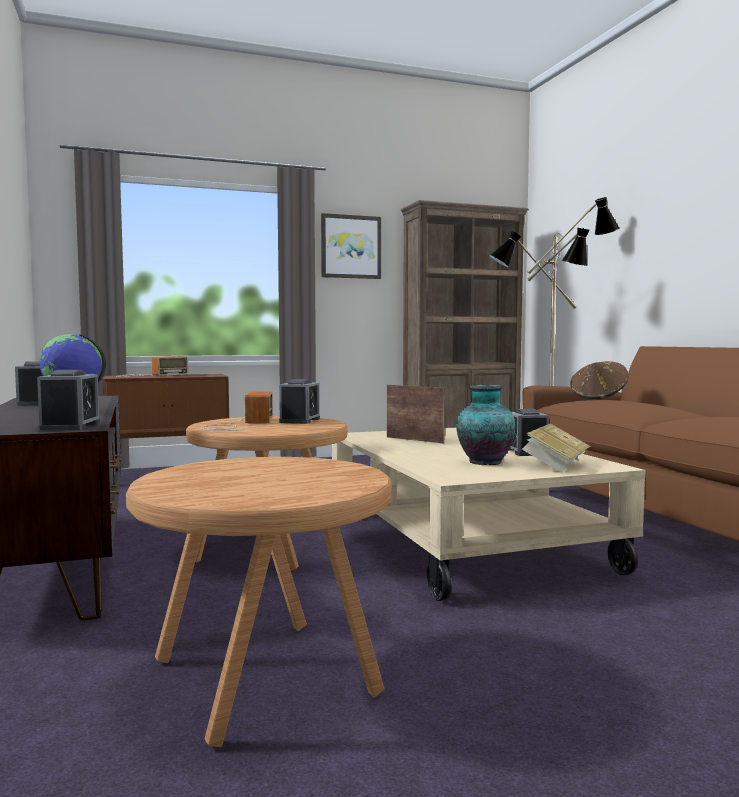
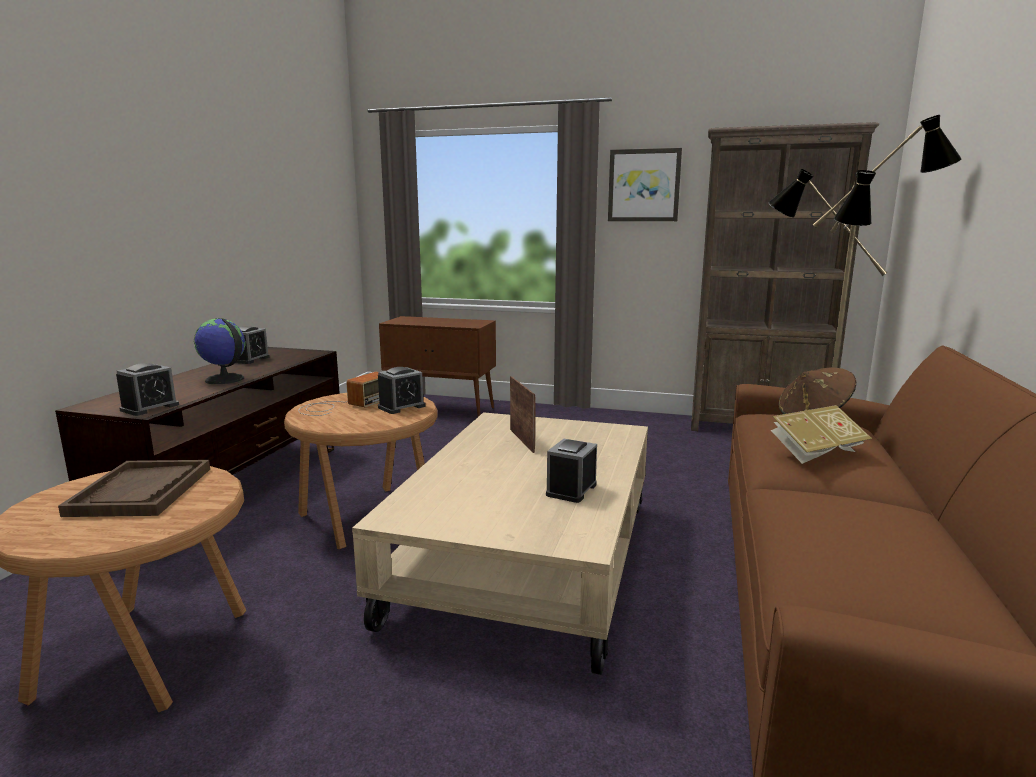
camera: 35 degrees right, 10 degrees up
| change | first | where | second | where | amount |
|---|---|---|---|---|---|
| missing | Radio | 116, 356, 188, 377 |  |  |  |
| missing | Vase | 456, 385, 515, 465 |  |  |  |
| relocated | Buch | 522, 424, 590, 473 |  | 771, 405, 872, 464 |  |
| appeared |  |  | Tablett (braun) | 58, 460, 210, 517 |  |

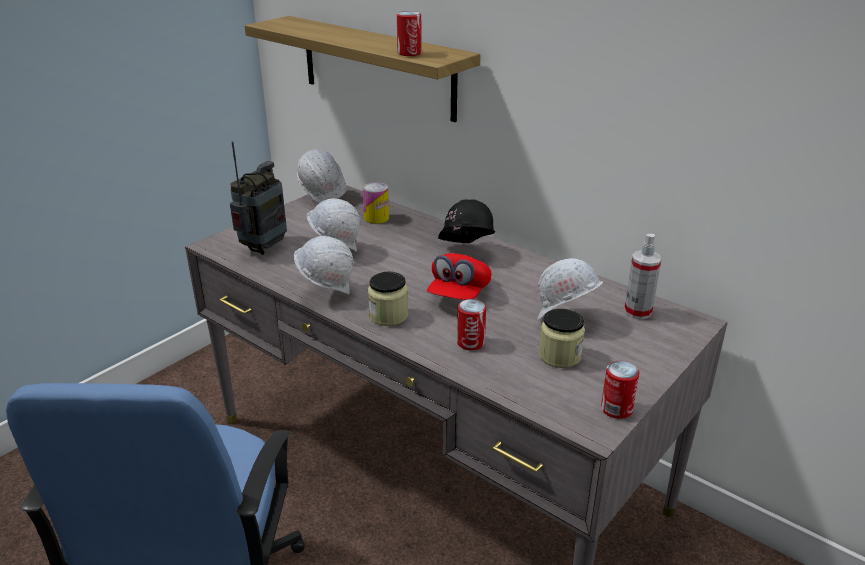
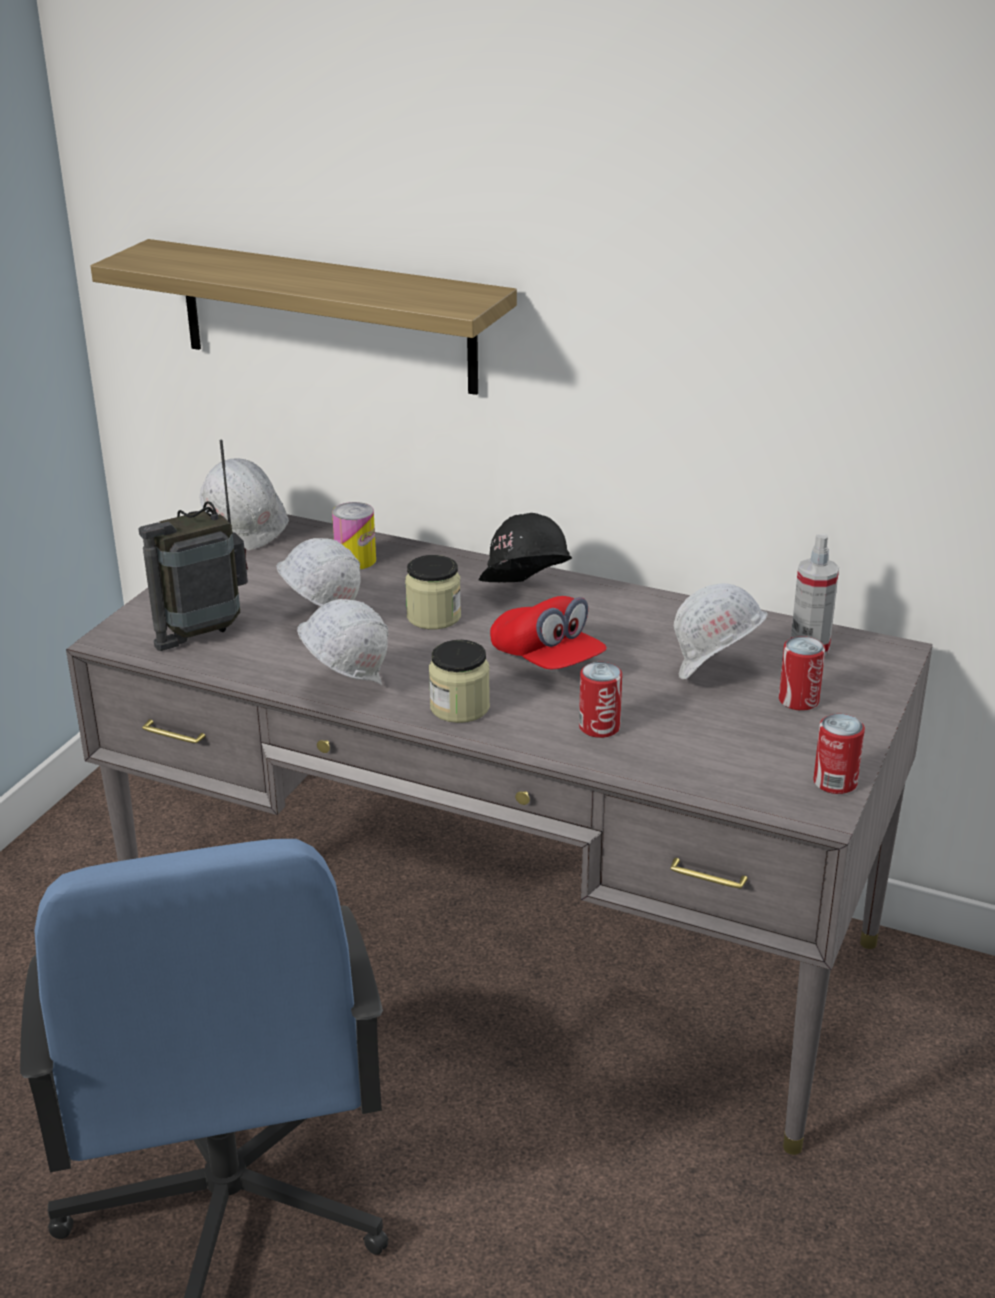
camera: 15 degrees left, 0 degrees up
| change | first | where | second | where | amount |
|---|---|---|---|---|---|
| relocated | Dose | 397, 11, 422, 56 |  | 779, 636, 825, 711 |  |
| spun | Radio | 230, 141, 287, 255 |  | 138, 439, 248, 651 | 135 degrees counterclockwise |
| spun | Kappe (rot) | 427, 253, 491, 300 |  | 490, 596, 607, 669 | 45 degrees counterclockwise |
| relocated | Vorratsglas | 539, 309, 585, 368 |  | 405, 555, 461, 629 |  |

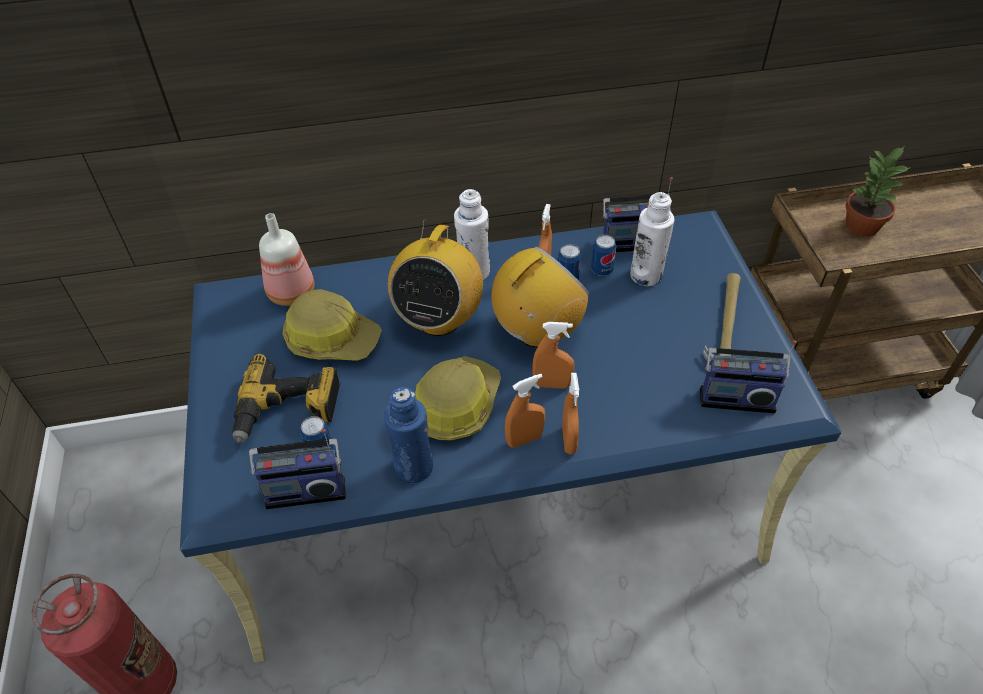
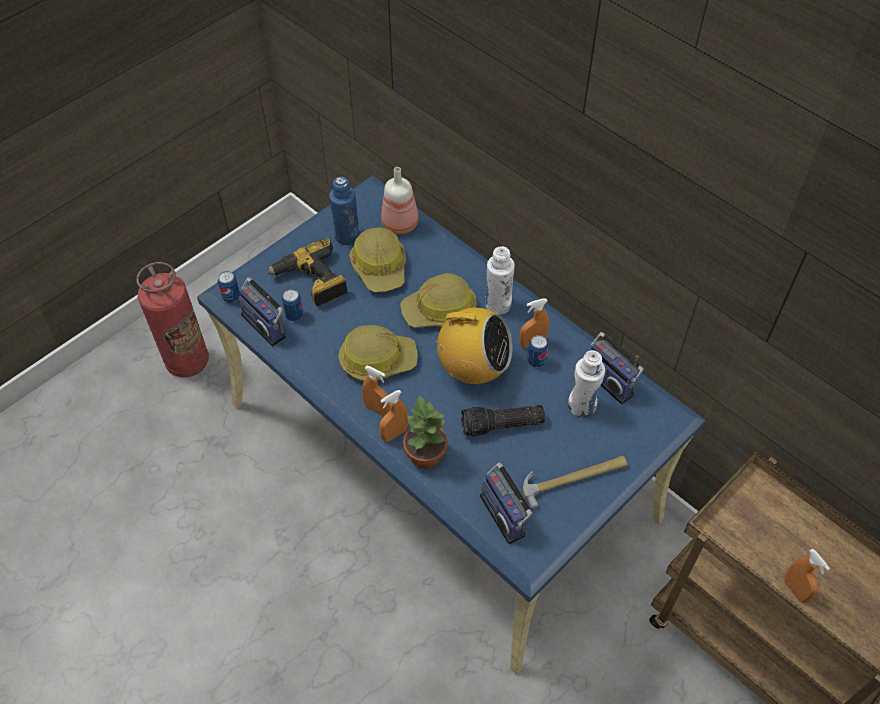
camera: 55 degrees right, 5 degrees up
| change | first | where | second | where | amount |
|---|---|---|---|---|---|
| relocated | Topfpflanze | 845, 147, 911, 237 |  | 403, 395, 448, 469 |  |
| exchanged | Radio | 388, 219, 483, 336 | Schutzhelm | 400, 273, 477, 328 |  |
| relocated | Dose | 591, 235, 617, 276 |  | 218, 271, 240, 303 |  |
| relocated | Sprühflasche (orange) | 533, 322, 575, 389 |  | 784, 549, 830, 603 |  |
| relocated | Flasche (blau) | 384, 387, 433, 483 |  | 329, 177, 360, 245 |  |
| appeared |  |  | Taschenlampe | 461, 405, 545, 436 |  |

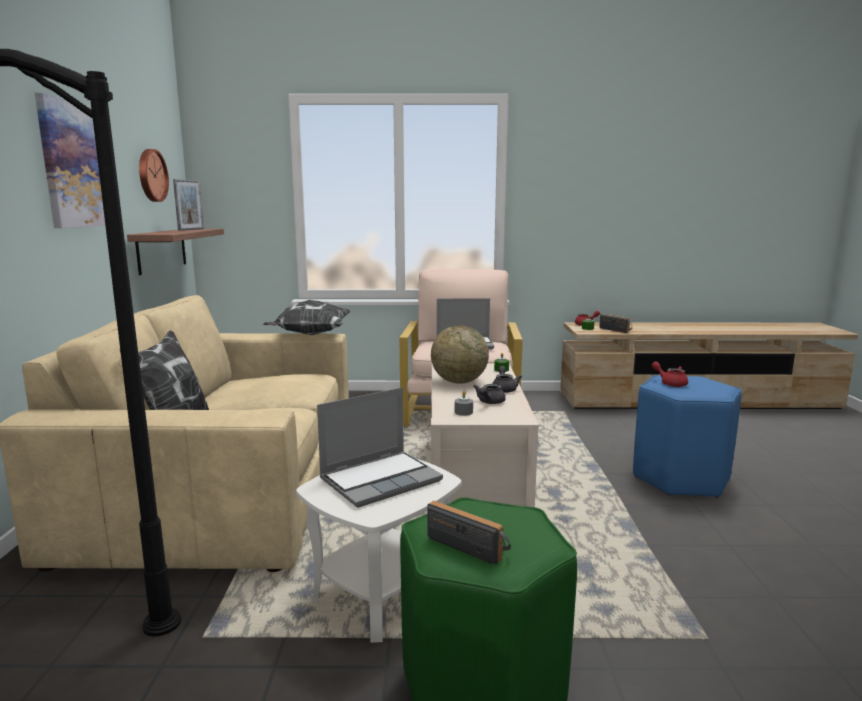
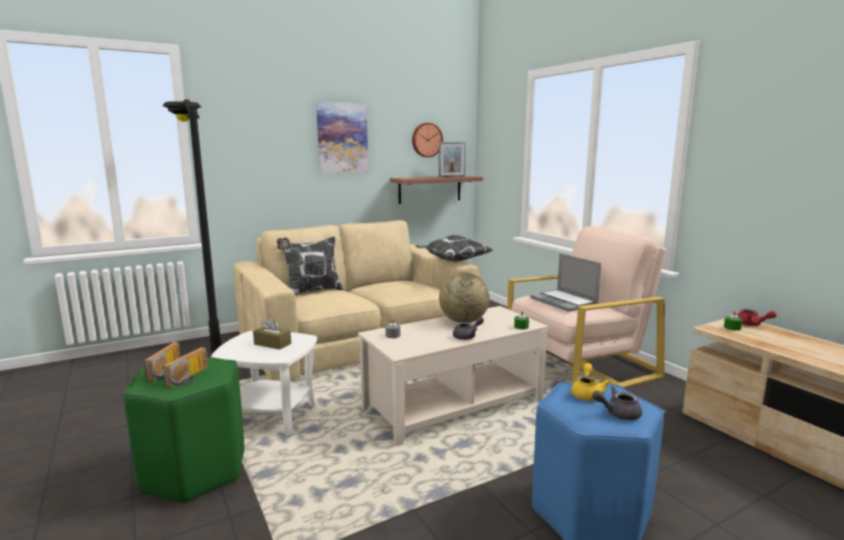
camera: 60 degrees right, 0 degrees up
| change | first | where | second | where | amount |
|---|---|---|---|---|---|
| relocated | Radio | 599, 314, 632, 333 |  | 163, 347, 208, 387 |  |
| colour | Teekanne (rot) | 652, 361, 688, 387 | Teekanne (gelb) | 571, 363, 611, 401 |  |
| relocated | Teekanne (grau) | 473, 384, 505, 404 |  | 592, 386, 642, 420 |  |
| exchanged | Laptop | 317, 387, 443, 508 | Taschentuchbox (braun) | 253, 318, 291, 350 |  |

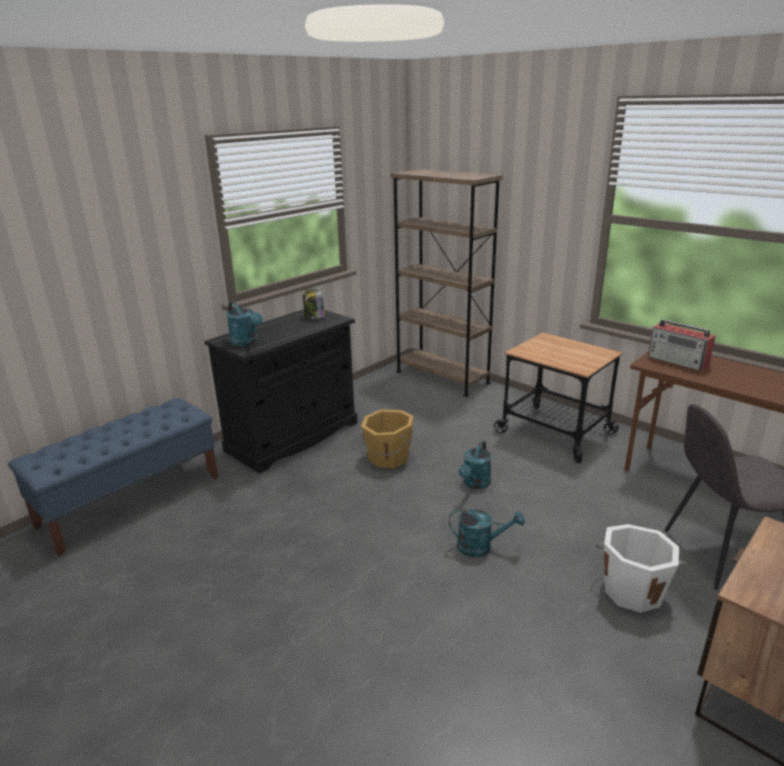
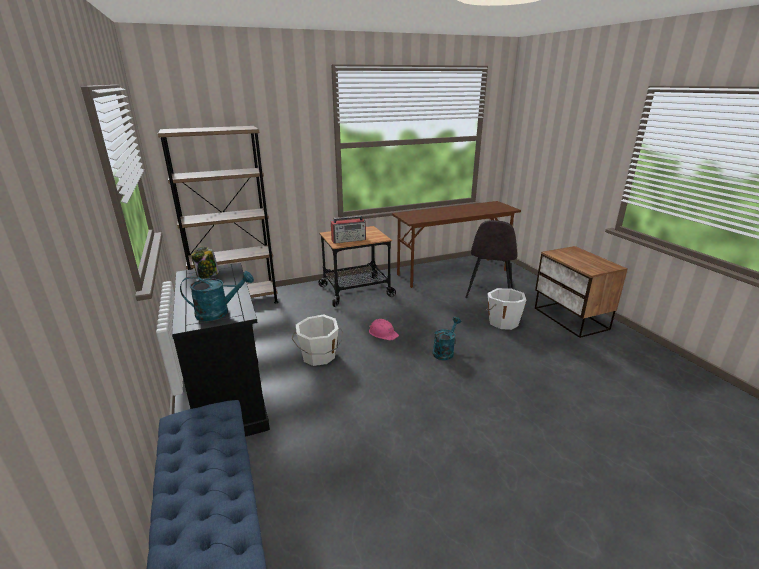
camera: 65 degrees left, 0 degrees up
| change | first | where | second | where | amount |
|---|---|---|---|---|---|
| relocated | Radio | 648, 319, 716, 371 |  | 331, 216, 366, 244 |  |
| colour | Eimer (orange) | 361, 409, 414, 468 | Eimer (weiß) | 292, 315, 343, 366 |  |
| exchanged | Gießkanne (türkis) | 458, 441, 491, 489 | Schutzhelm (rosa) | 369, 319, 399, 340 |  |

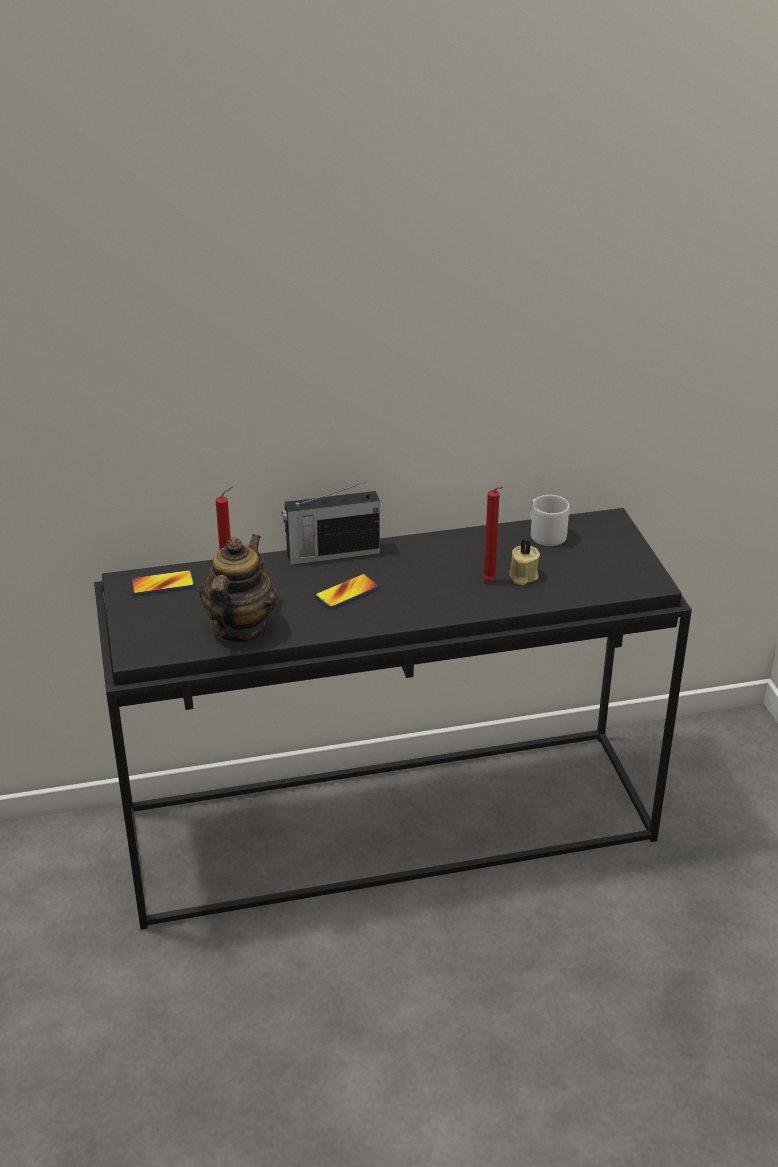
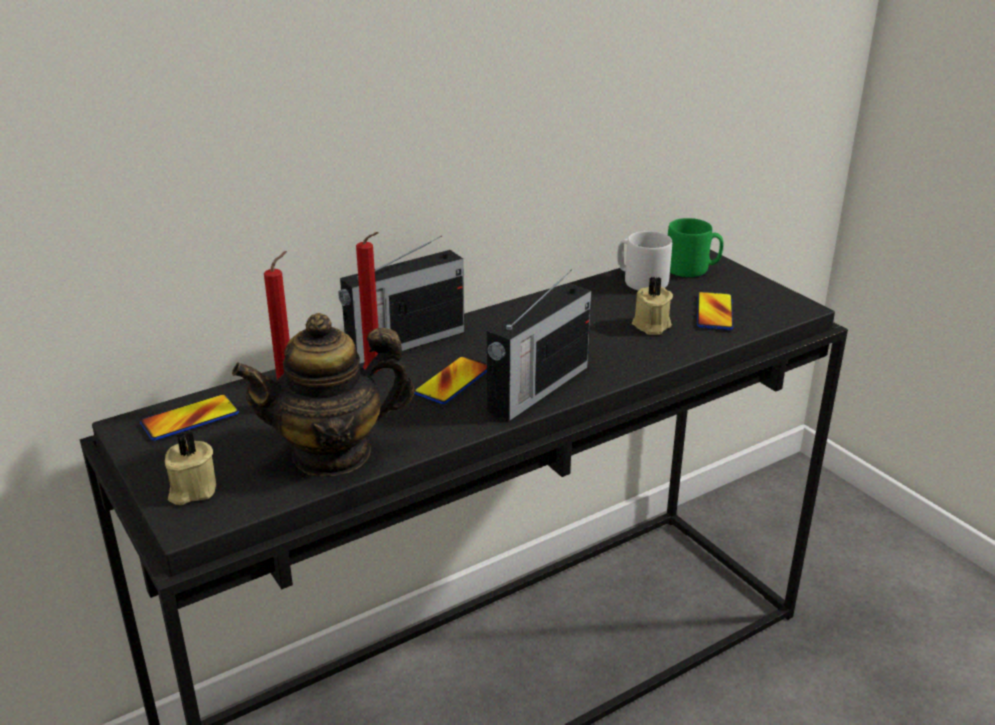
camera: 20 degrees left, 5 degrees down
| change | first | where | second | where | amount |
|---|---|---|---|---|---|
| relocated | Kerze (rot) | 483, 487, 504, 581 |  | 356, 232, 382, 374 |  |
| spun | Teekanne | 199, 534, 278, 643 |  | 232, 313, 414, 476 | 105 degrees counterclockwise |
| appeared |  |  | Henkelbecher (grün) | 668, 218, 723, 277 |  |
| appeared |  |  | Radio | 487, 270, 591, 421 |  |
| appeared |  |  | Handy | 697, 292, 733, 330 |  |
| appeared |  |  | Kerze (beige) | 165, 431, 216, 505 |  |

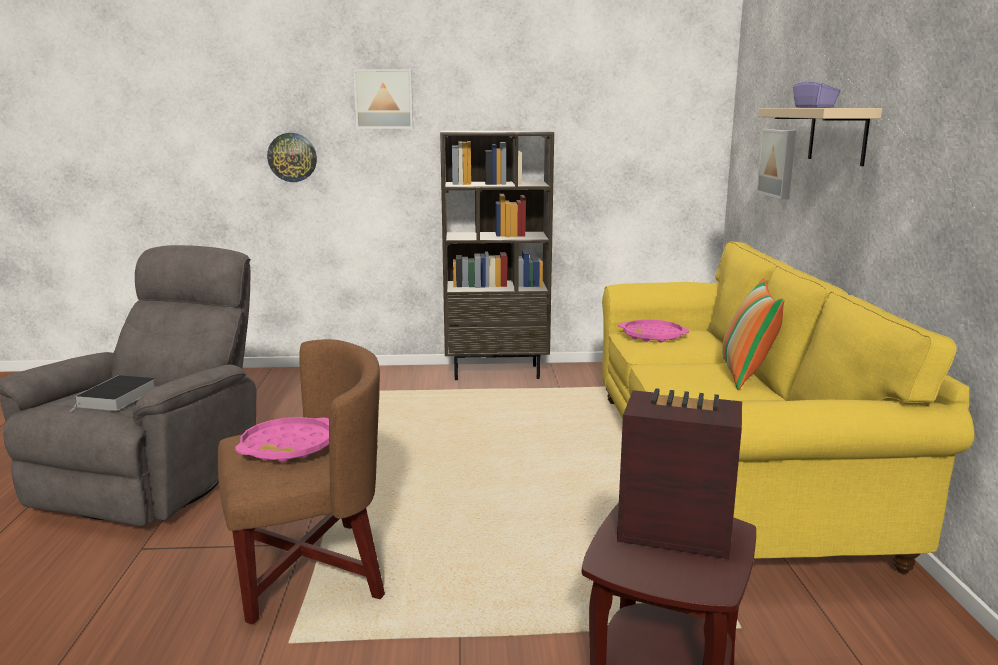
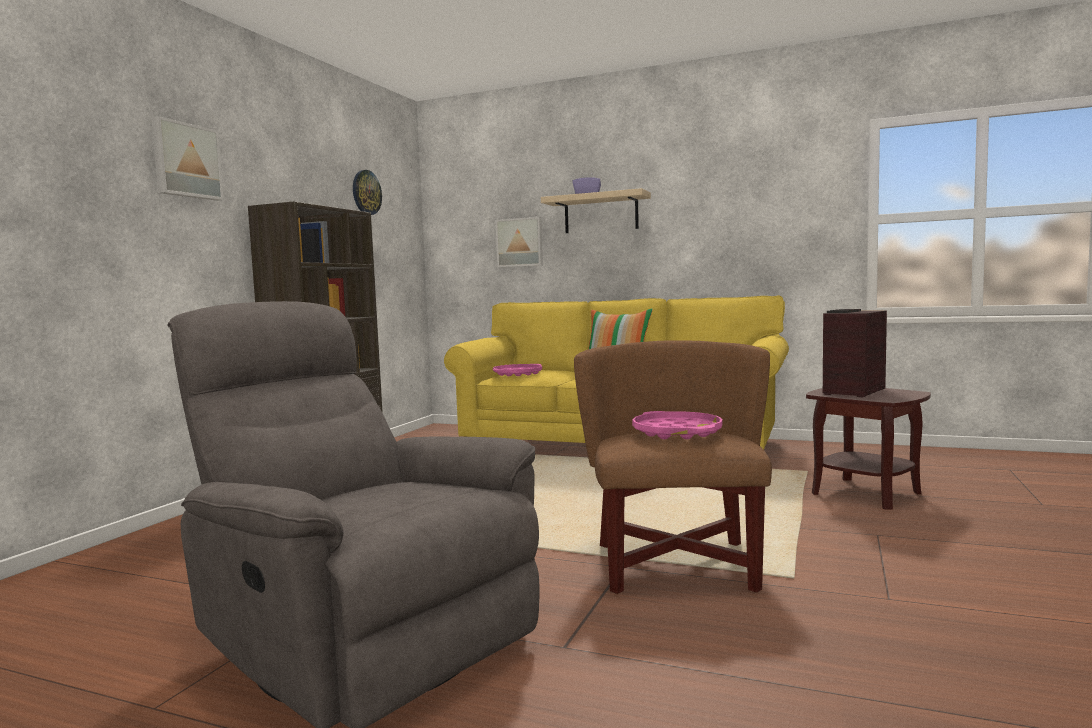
camera: 65 degrees left, 10 degrees down
| change | first | where | second | where | amount |
|---|---|---|---|---|---|
| relocated | Wanduhr | 267, 133, 317, 182 |  | 353, 170, 382, 215 |  |
| missing | Buch | 71, 375, 155, 412 |  |  |  |

